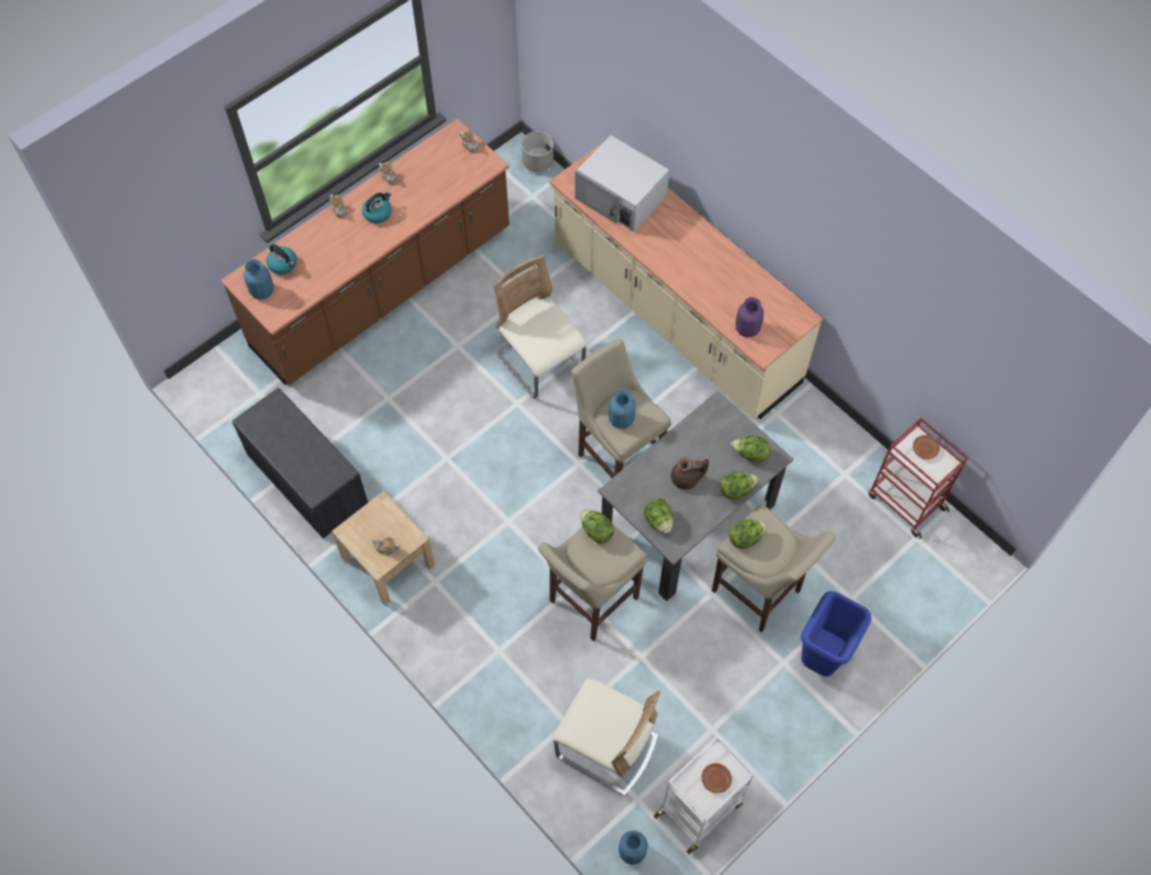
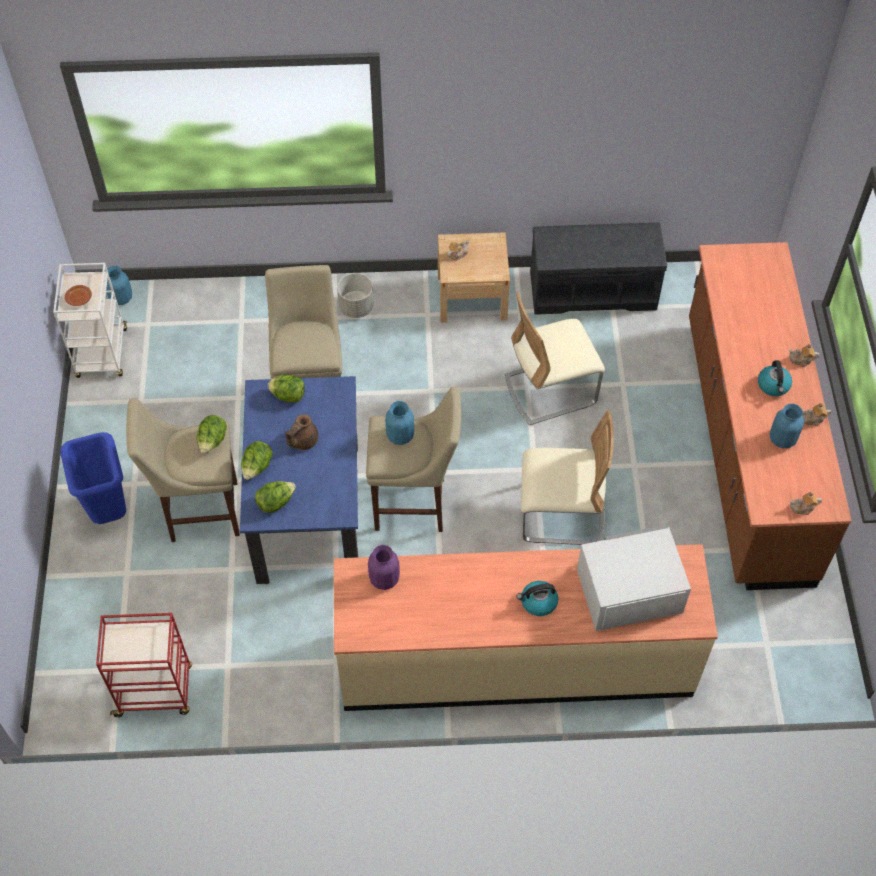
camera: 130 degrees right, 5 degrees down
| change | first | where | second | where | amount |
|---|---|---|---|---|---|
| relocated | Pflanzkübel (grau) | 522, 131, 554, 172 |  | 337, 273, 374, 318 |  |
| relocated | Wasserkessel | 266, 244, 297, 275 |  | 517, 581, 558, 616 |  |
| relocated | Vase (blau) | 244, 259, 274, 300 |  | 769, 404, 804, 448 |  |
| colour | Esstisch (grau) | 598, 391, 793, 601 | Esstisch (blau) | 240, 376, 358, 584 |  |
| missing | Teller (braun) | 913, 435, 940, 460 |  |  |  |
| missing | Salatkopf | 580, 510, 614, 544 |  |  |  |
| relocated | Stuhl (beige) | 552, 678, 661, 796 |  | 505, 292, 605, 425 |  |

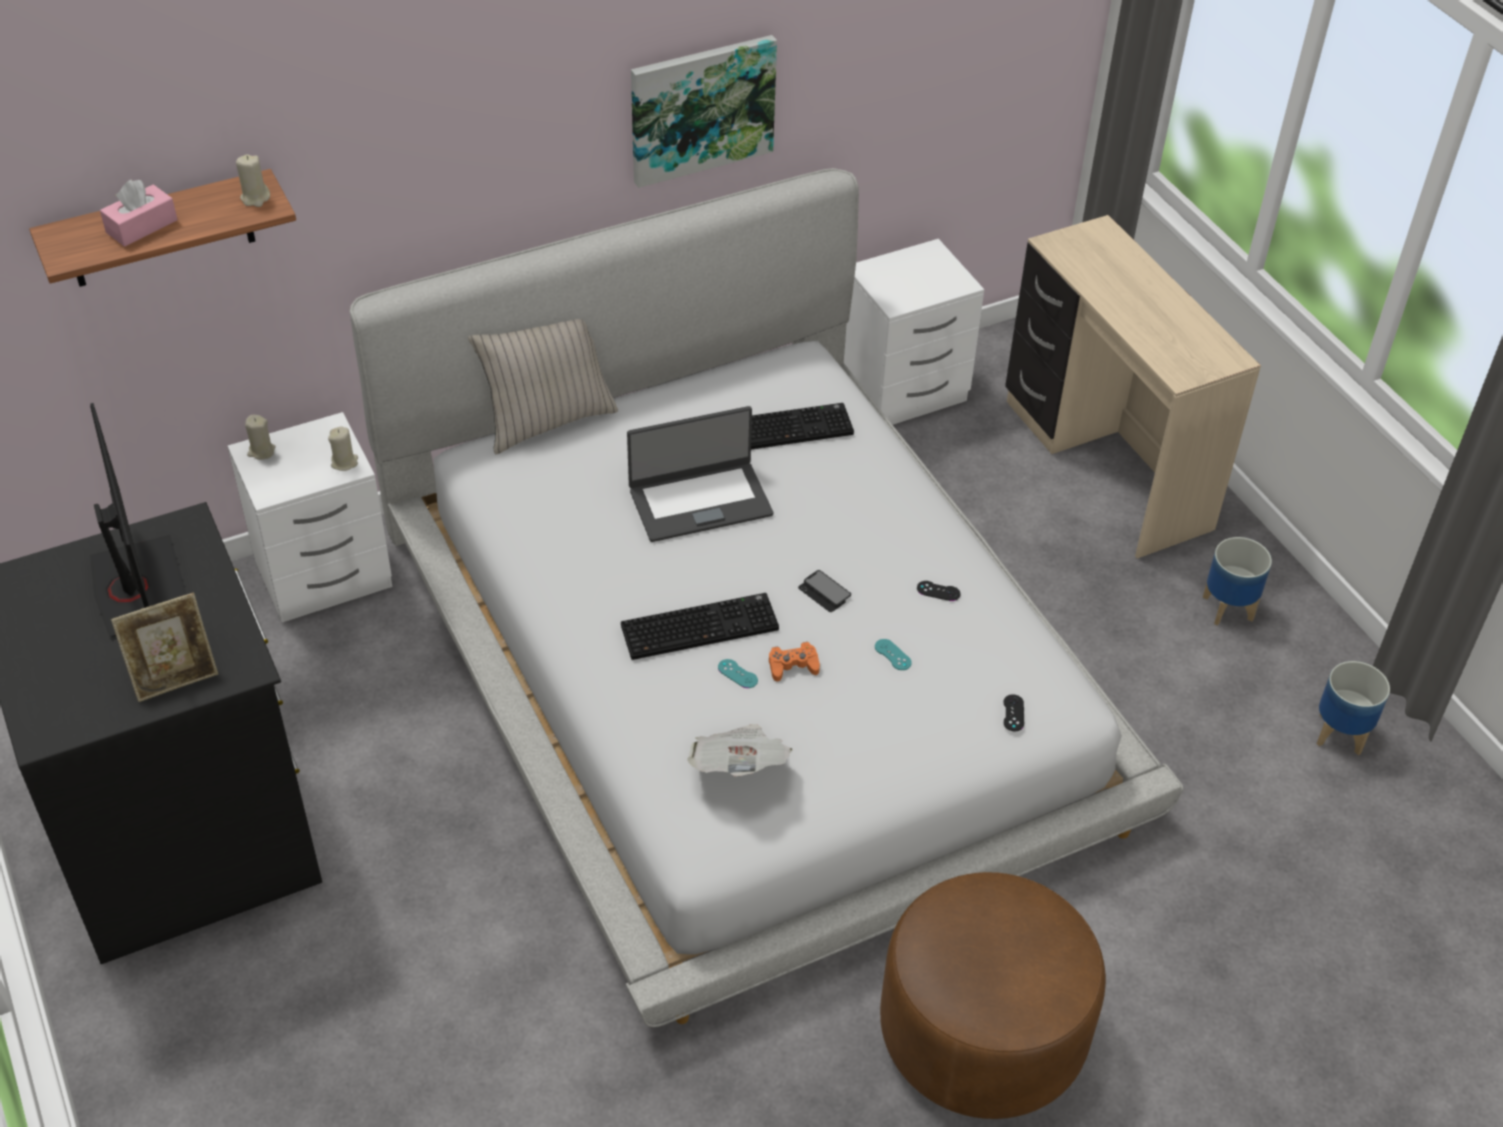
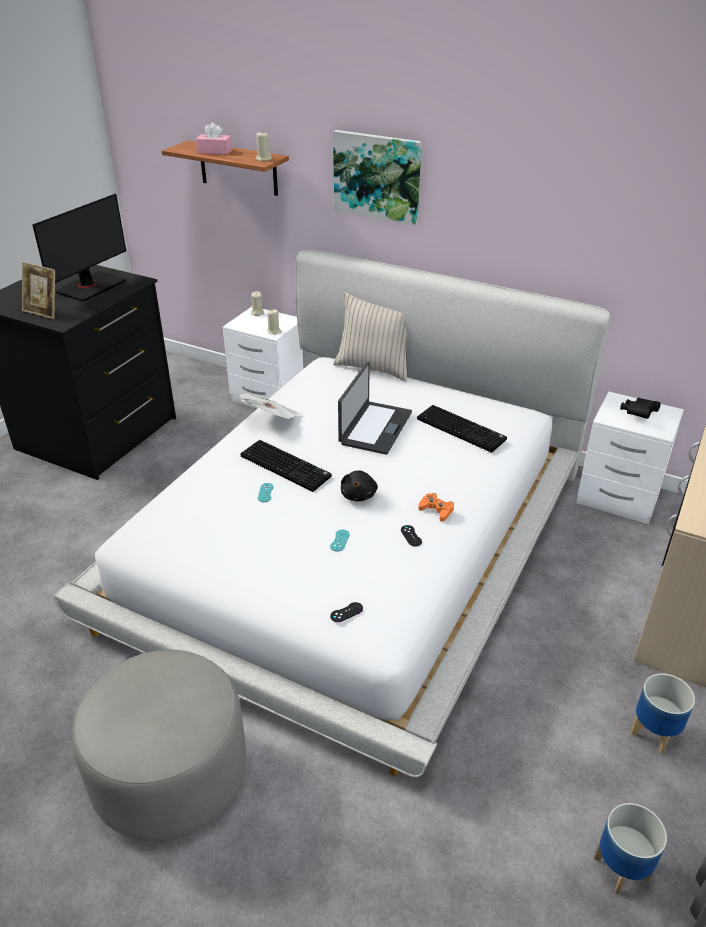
camera: 55 degrees right, 10 degrees down
| change | first | where | second | where | amount |
|---|---|---|---|---|---|
| relocated | Bild | 631, 35, 777, 188 |  | 333, 130, 422, 225 |  |
| spun | Laptop | 627, 406, 773, 542 |  | 338, 362, 412, 455 | 105 degrees counterclockwise |
| exchanged | Handy | 798, 570, 851, 612 | Plüschtier (schwarz) | 341, 470, 378, 501 |  |
| relocated | Gamepad (orange) | 769, 642, 820, 681 |  | 418, 493, 454, 522 |  |
| relocated | Zeitung | 687, 724, 793, 777 |  | 239, 393, 302, 419 |  |
| colour | Polsterhocker (braun) | 880, 872, 1106, 1119 | Polsterhocker (grau) | 71, 650, 246, 842 |  |
| appeared |  |  | Fernglas (schwarz) | 620, 397, 661, 419 |  |

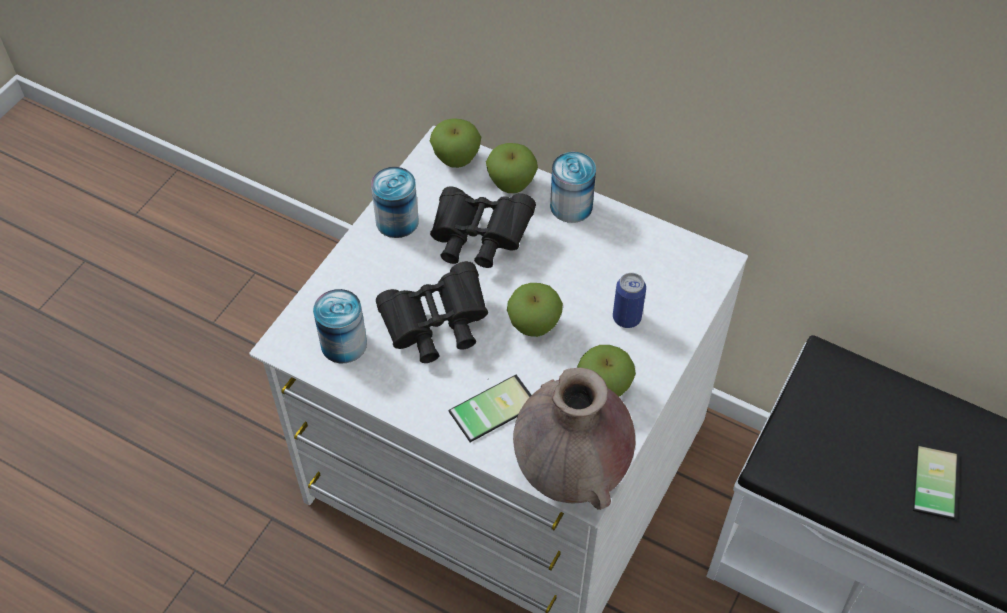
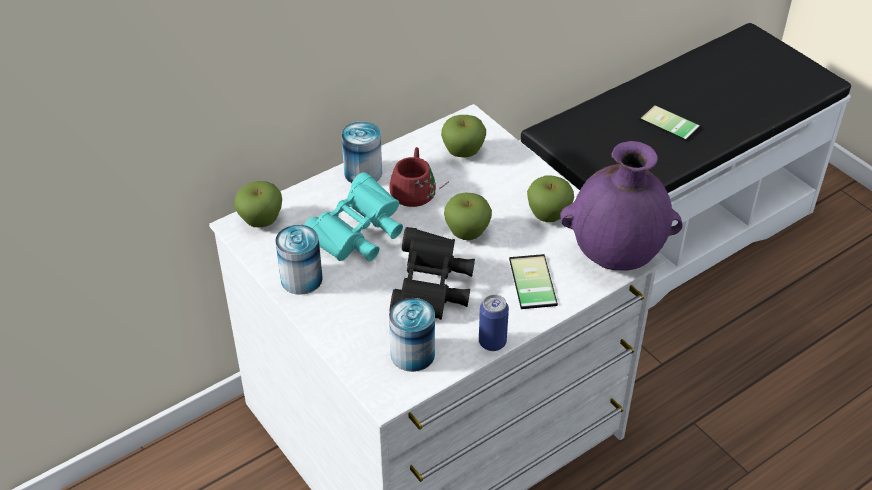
camera: 65 degrees left, 10 degrees down
| change | first | where | second | where | amount |
|---|---|---|---|---|---|
| relocated | Apfel | 486, 143, 538, 193 |  | 441, 115, 486, 157 |  |
| colour | Fernglas (schwarz) | 430, 186, 536, 268 | Fernglas (türkis) | 304, 172, 403, 261 |  |
| relocated | Dose | 613, 273, 646, 328 |  | 479, 294, 509, 351 |  |
| colour | Vase (braun) | 513, 367, 635, 510 | Vase (lila) | 560, 141, 683, 271 |  |
| appeared |  |  | Henkelbecher (rot) | 390, 147, 449, 207 |  |

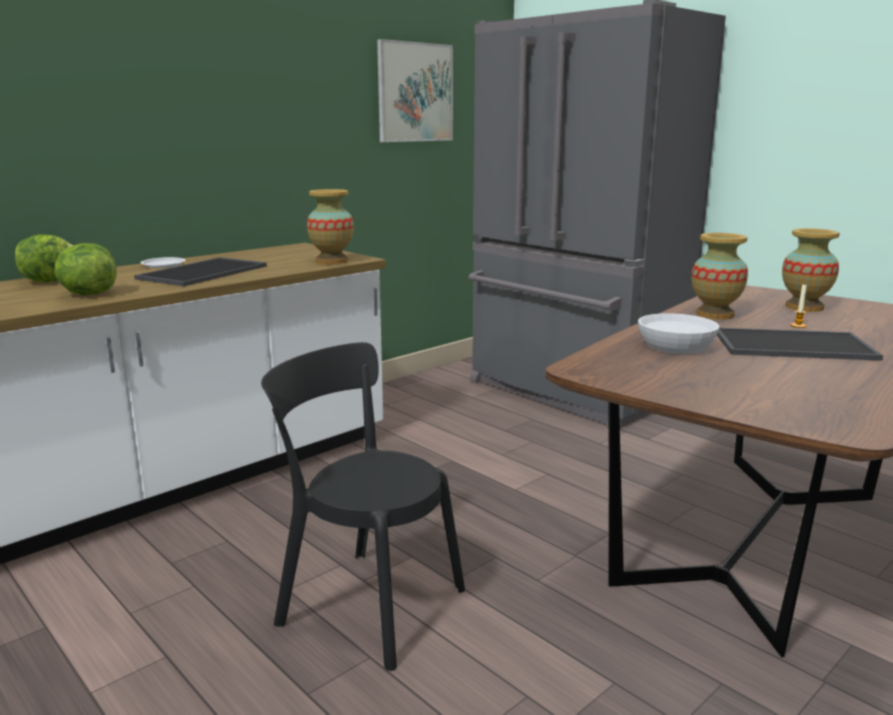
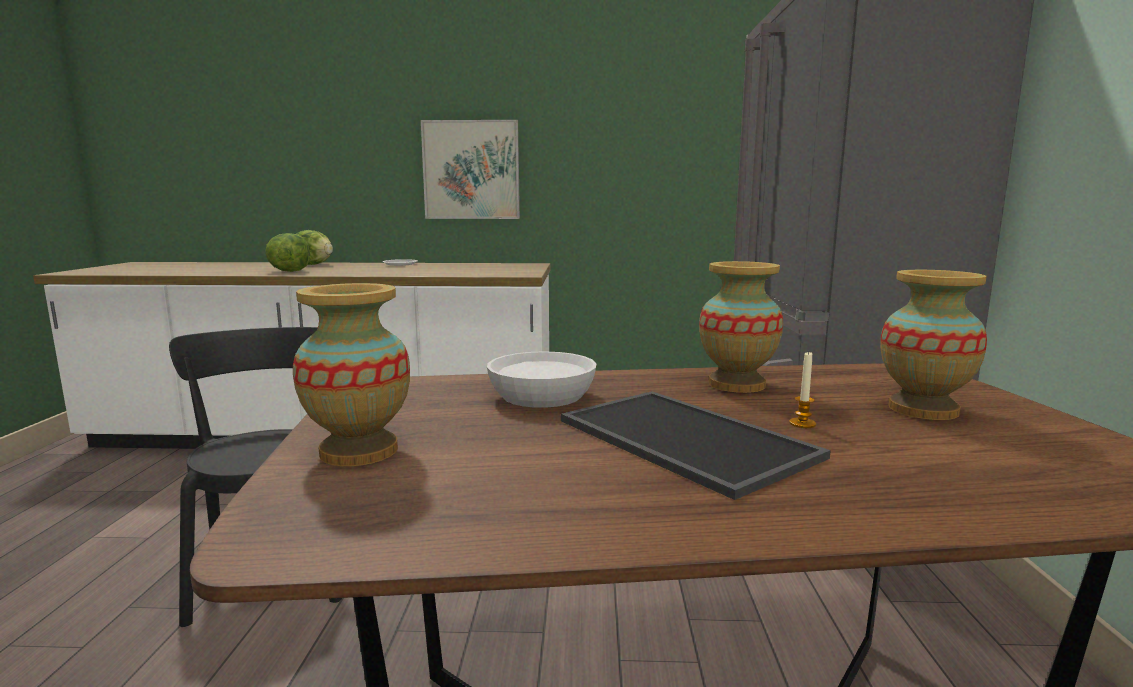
camera: 45 degrees right, 5 degrees down
| change | first | where | second | where | amount |
|---|---|---|---|---|---|
| relocated | Bild | 377, 39, 453, 142 |  | 421, 120, 520, 219 |  |
| relocated | Vase | 307, 189, 354, 264 |  | 293, 283, 410, 466 |  |
| missing | Tablett | 134, 257, 267, 286 |  |  |  |

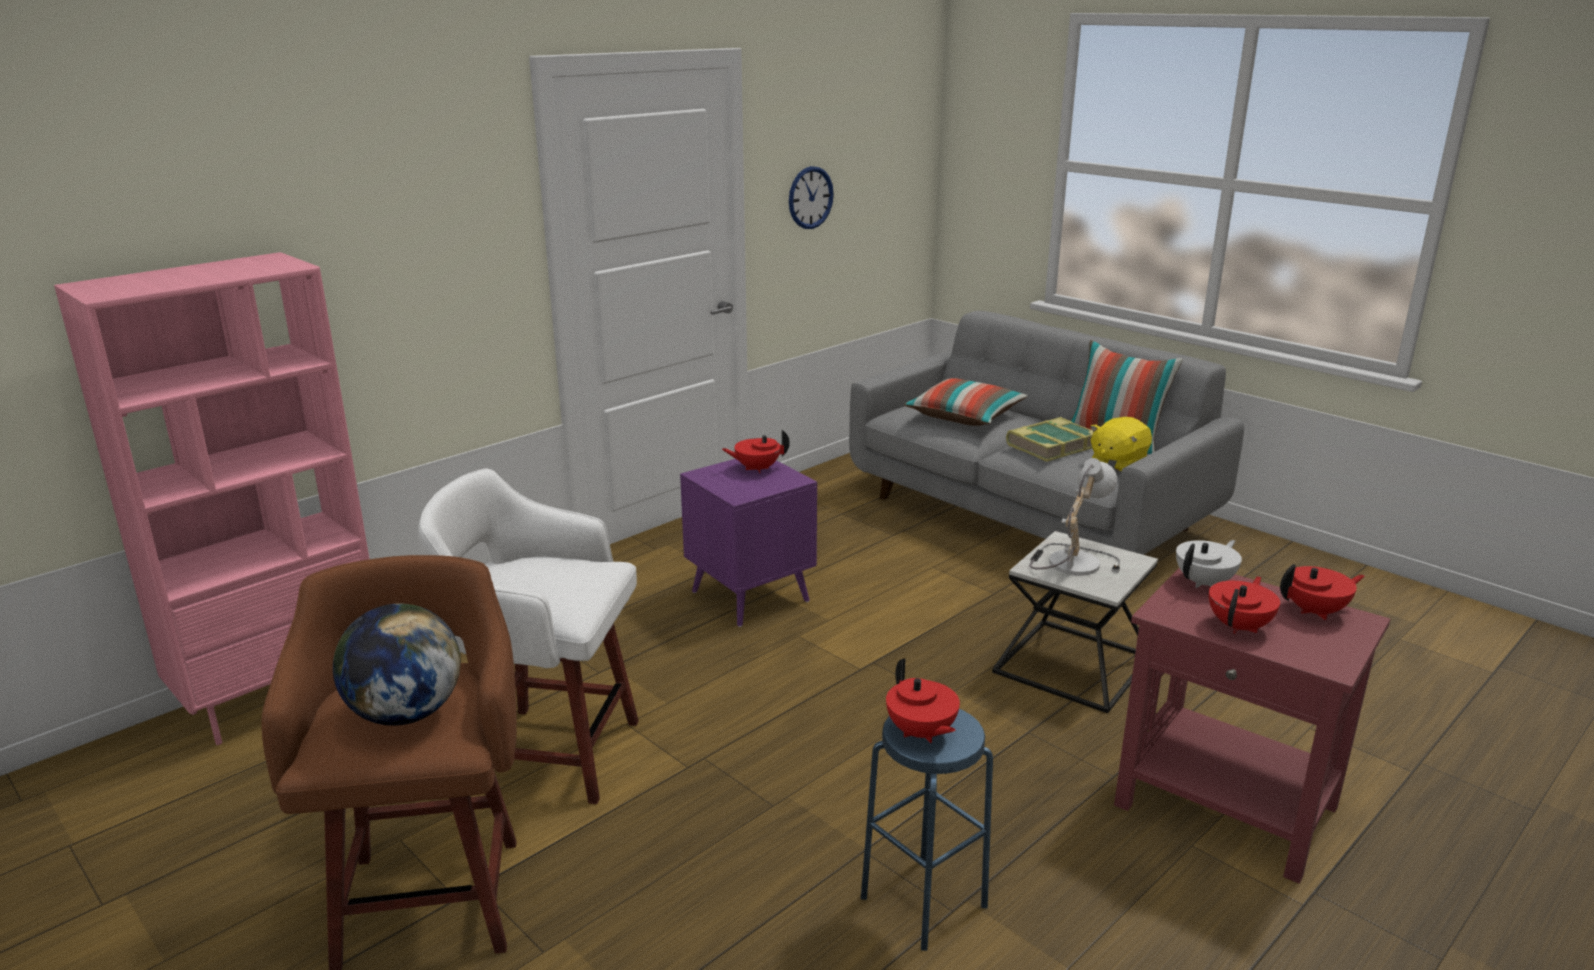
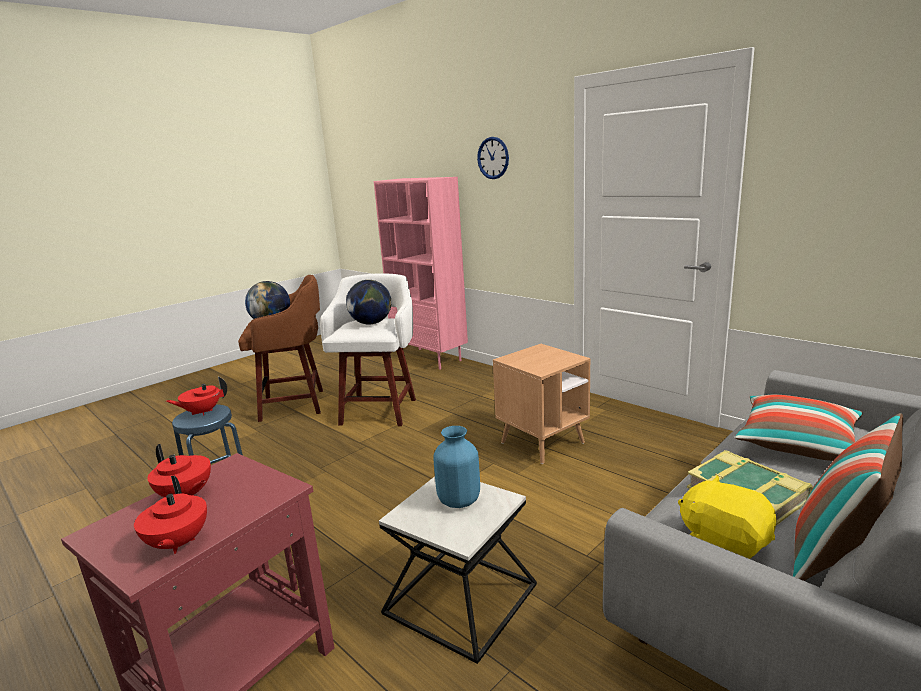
camera: 90 degrees right, 5 degrees down
| change | first | where | second | where | amount |
|---|---|---|---|---|---|
| relocated | Wanduhr | 789, 166, 834, 229 |  | 477, 137, 509, 179 |  |
| missing | Teekanne (rot) | 722, 429, 790, 473 |  |  |  |
| exchanged | Tischlampe | 1029, 458, 1120, 575 | Vase (blau) | 433, 426, 480, 508 |  |
| colour | Beistelltisch (lila) | 680, 459, 817, 627 | Beistelltisch (braun) | 493, 344, 590, 464 |  |
| missing | Teekanne (weiß) | 1176, 540, 1242, 588 |  |  |  |
| appeared |  |  | Globus | 346, 280, 391, 325 |  |

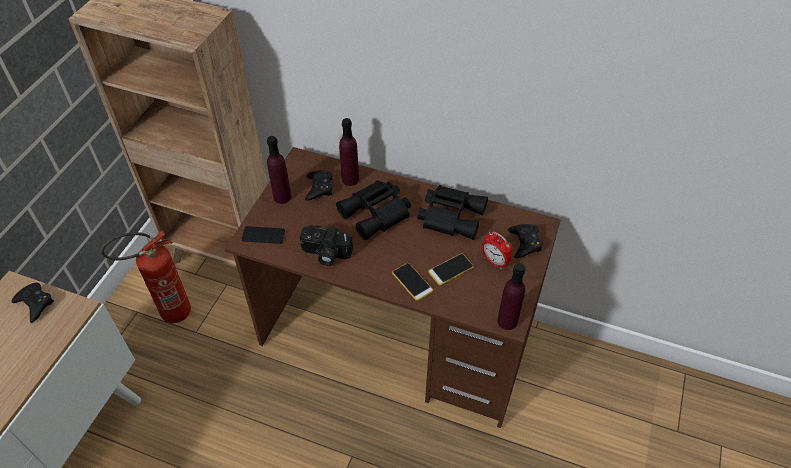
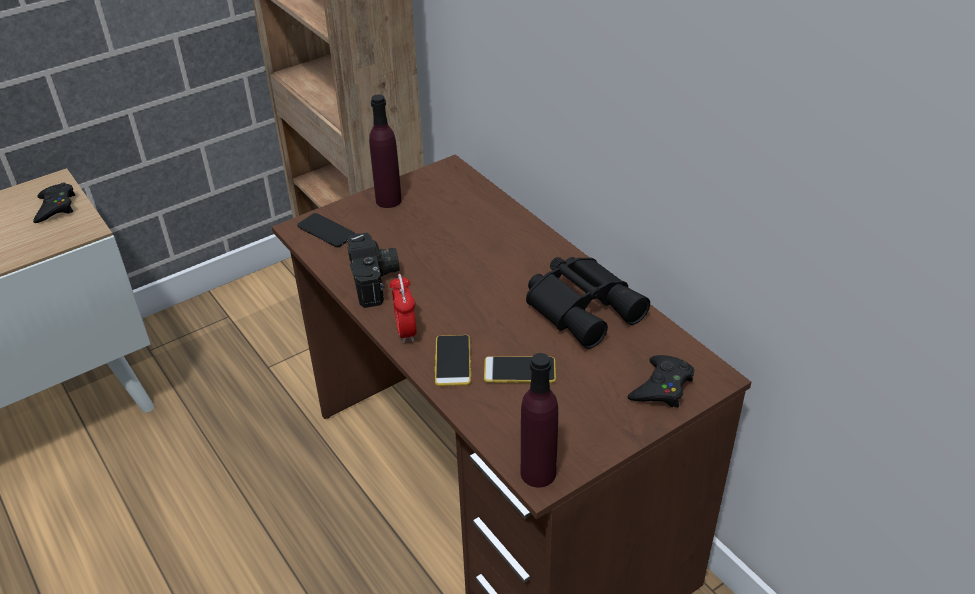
camera: 35 degrees right, 10 degrees down
| change | first | where | second | where | amount |
|---|---|---|---|---|---|
| missing | Flasche (lila) | 339, 118, 359, 186 |  |  |  |
| missing | Gamepad (schwarz) | 305, 170, 333, 201 |  |  |  |
| missing | Fernglas (schwarz) | 336, 180, 411, 240 |  |  |  |
| spun | Kamera | 300, 225, 353, 266 |  | 347, 233, 400, 308 | 150 degrees counterclockwise |
| missing | Feuerlöscher | 101, 231, 191, 323 |  |  |  |
| relocated | Wecker | 482, 232, 512, 269 |  | 390, 274, 416, 343 |  |

